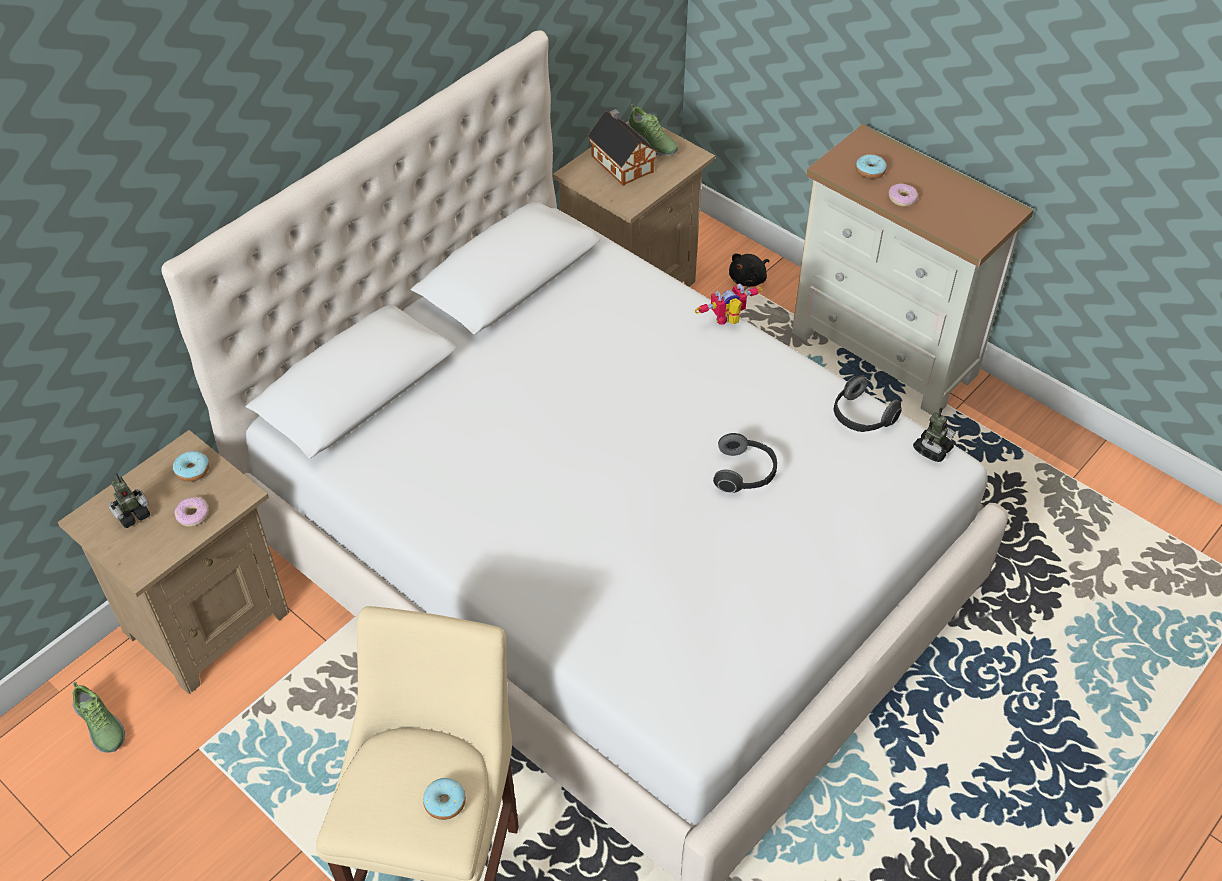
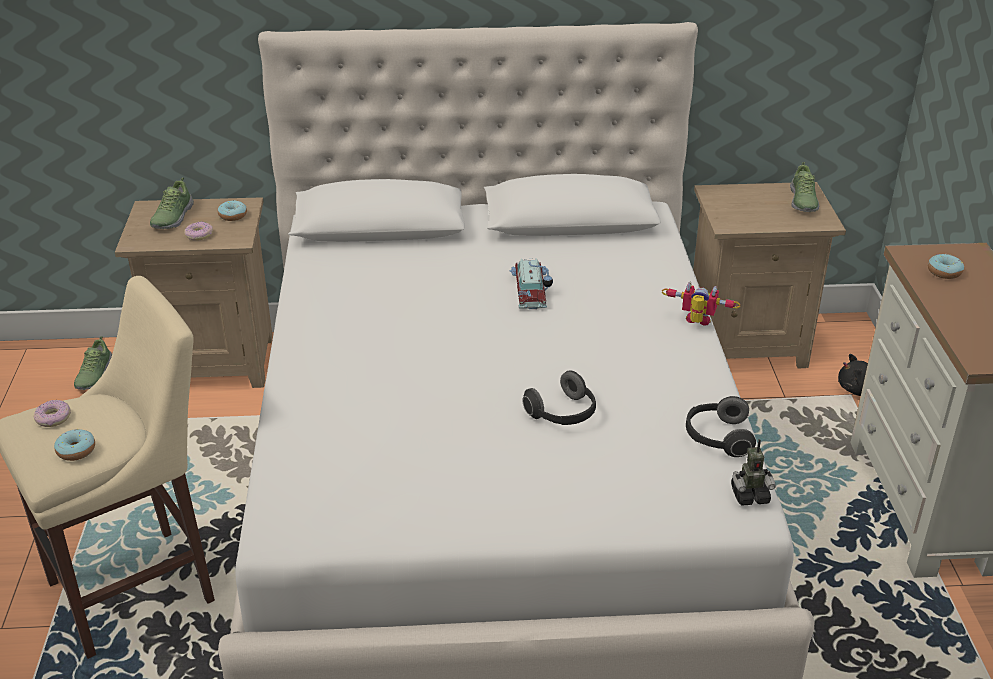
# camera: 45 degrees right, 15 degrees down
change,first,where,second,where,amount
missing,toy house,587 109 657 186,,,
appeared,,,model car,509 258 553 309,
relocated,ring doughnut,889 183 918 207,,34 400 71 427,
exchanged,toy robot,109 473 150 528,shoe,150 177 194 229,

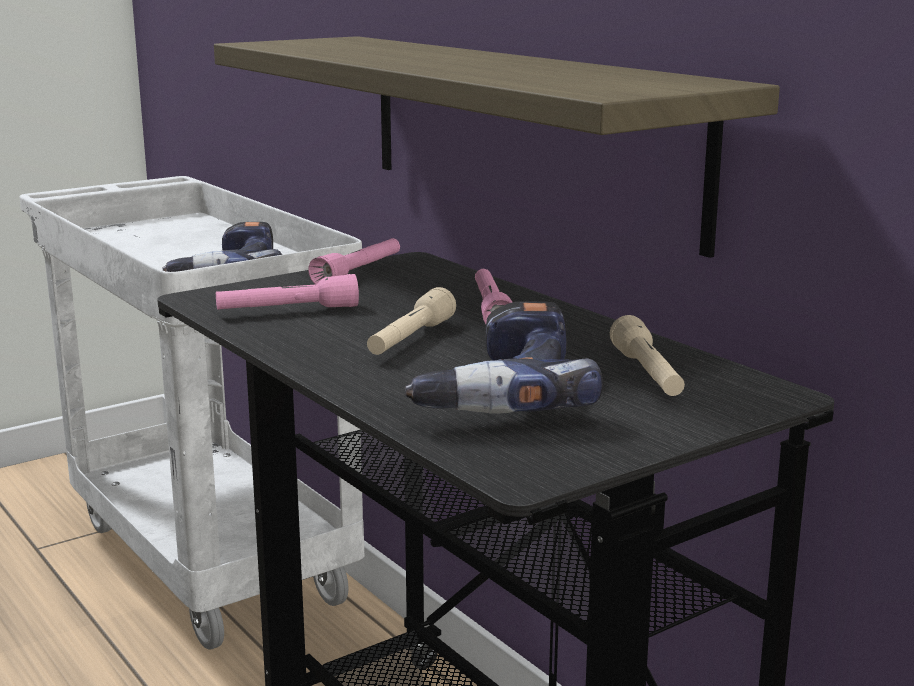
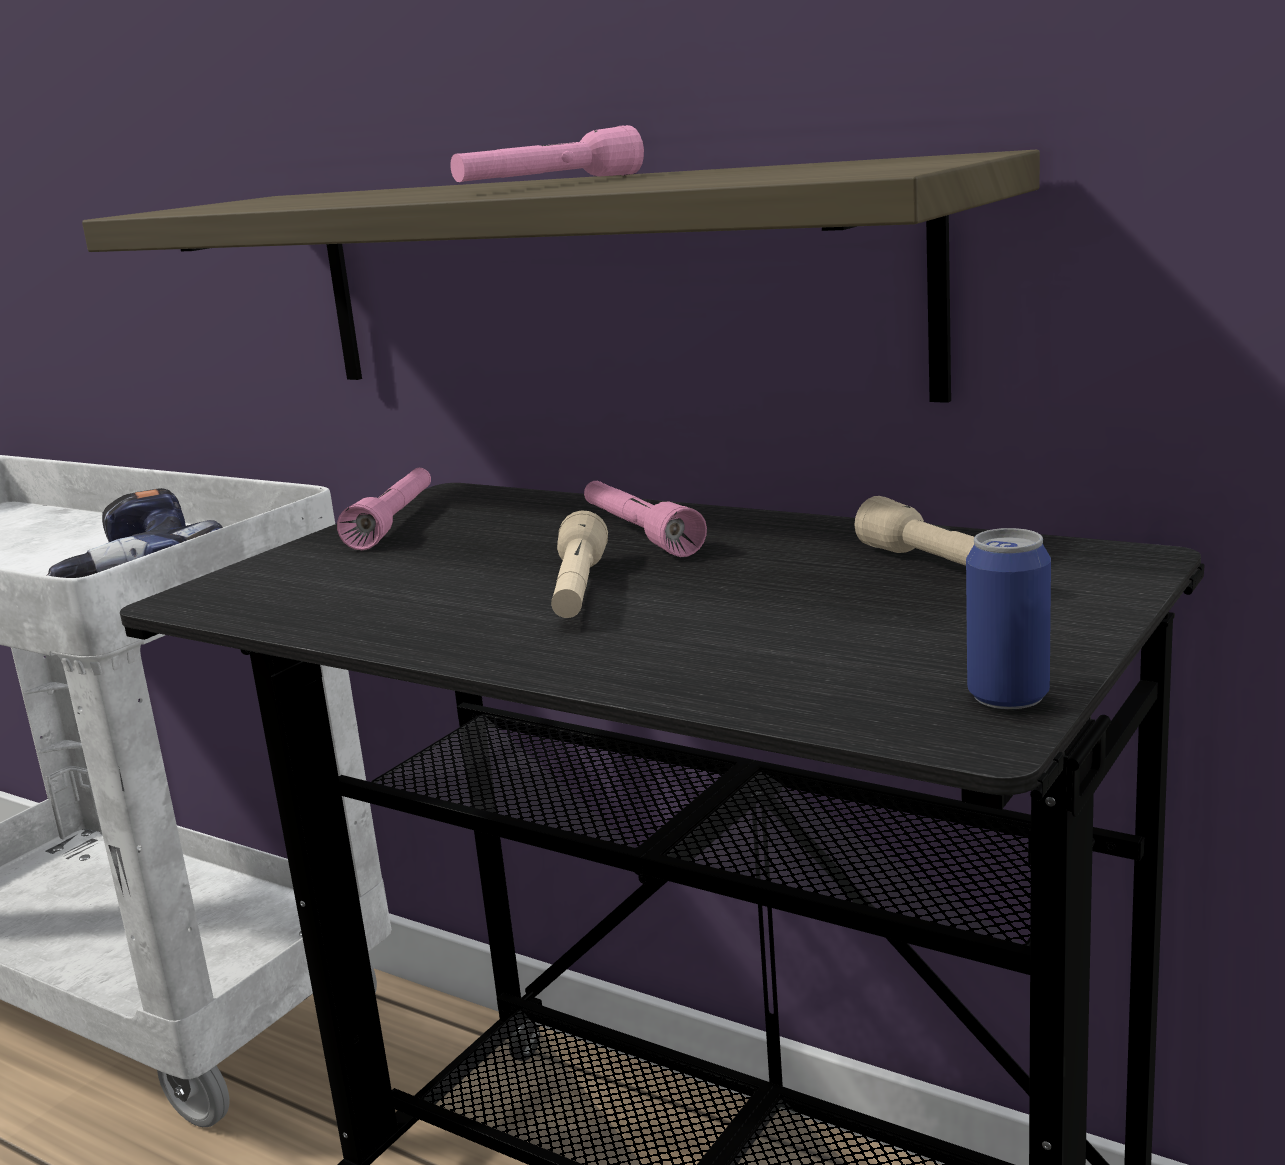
# camera: 20 degrees left, 0 degrees up
change,first,where,second,where,amount
missing,drill,405 302 603 414,,,
appeared,,,metal can,966 528 1051 709,
relocated,pink torch,216 274 359 310,,450 125 644 182,

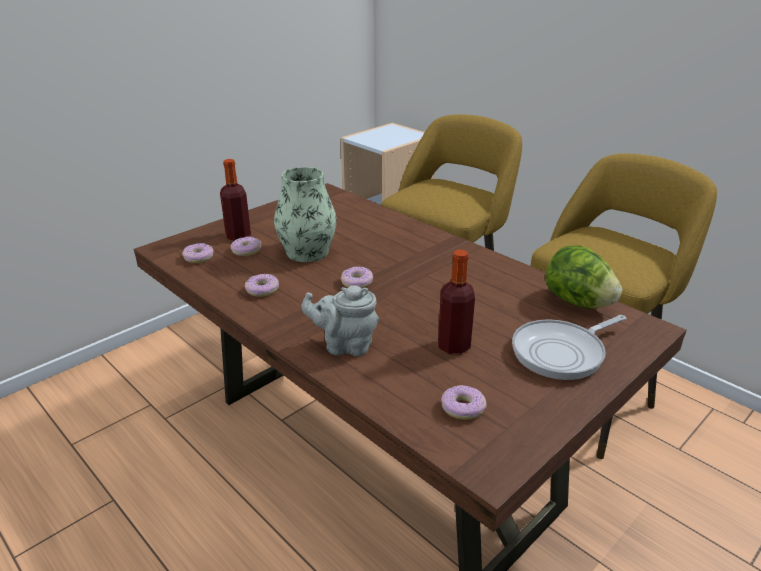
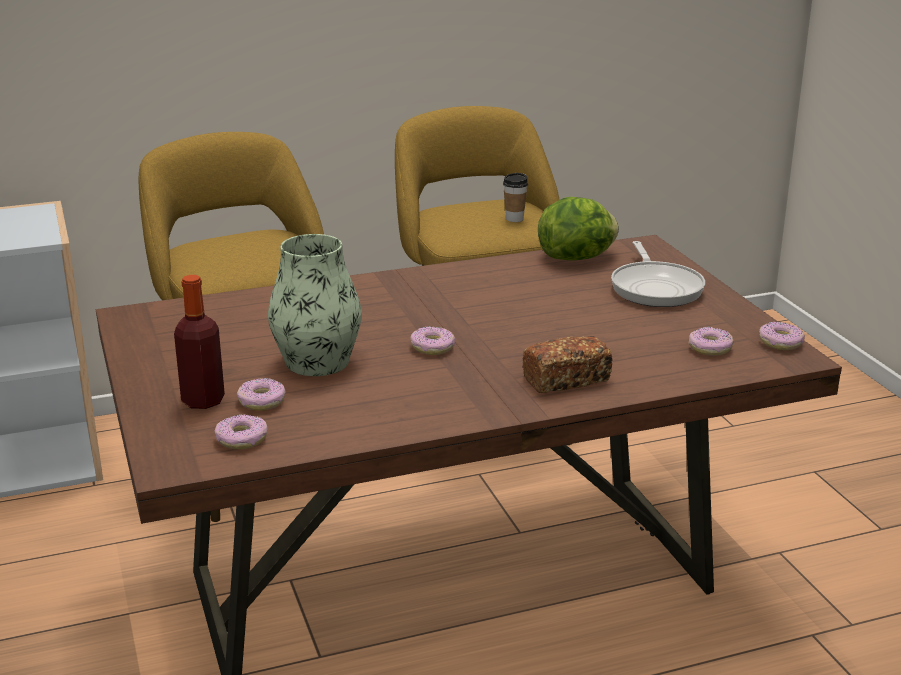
# camera: 65 degrees left, 5 degrees down
change,first,where,second,where,amount
missing,beverage bottle,438 250 475 354,,,
appeared,,,cup,503 173 528 222,
relocated,ring doughnut,245 274 279 297,,759 322 805 350,
exchanged,gray tea pot,301 285 379 356,bread,522 336 612 393,

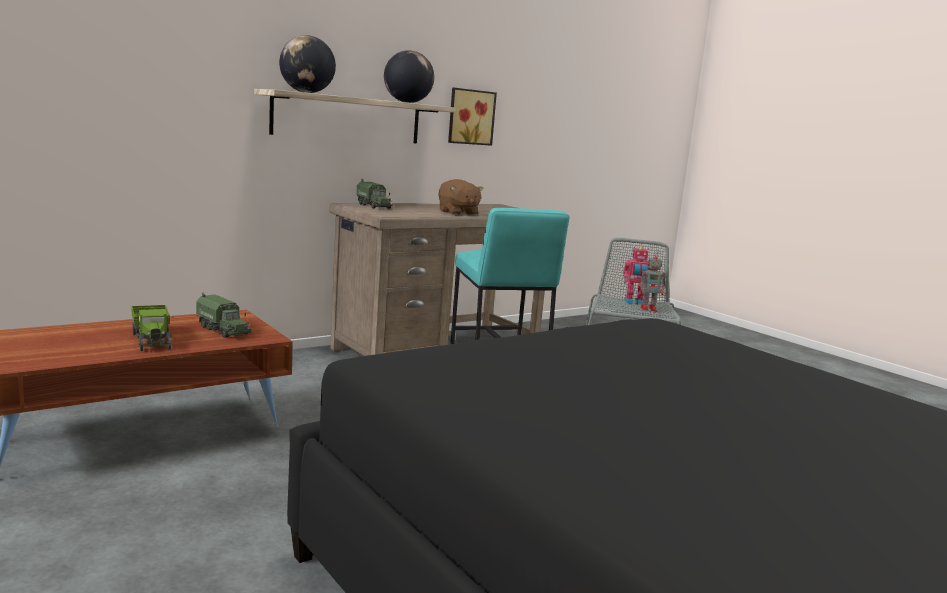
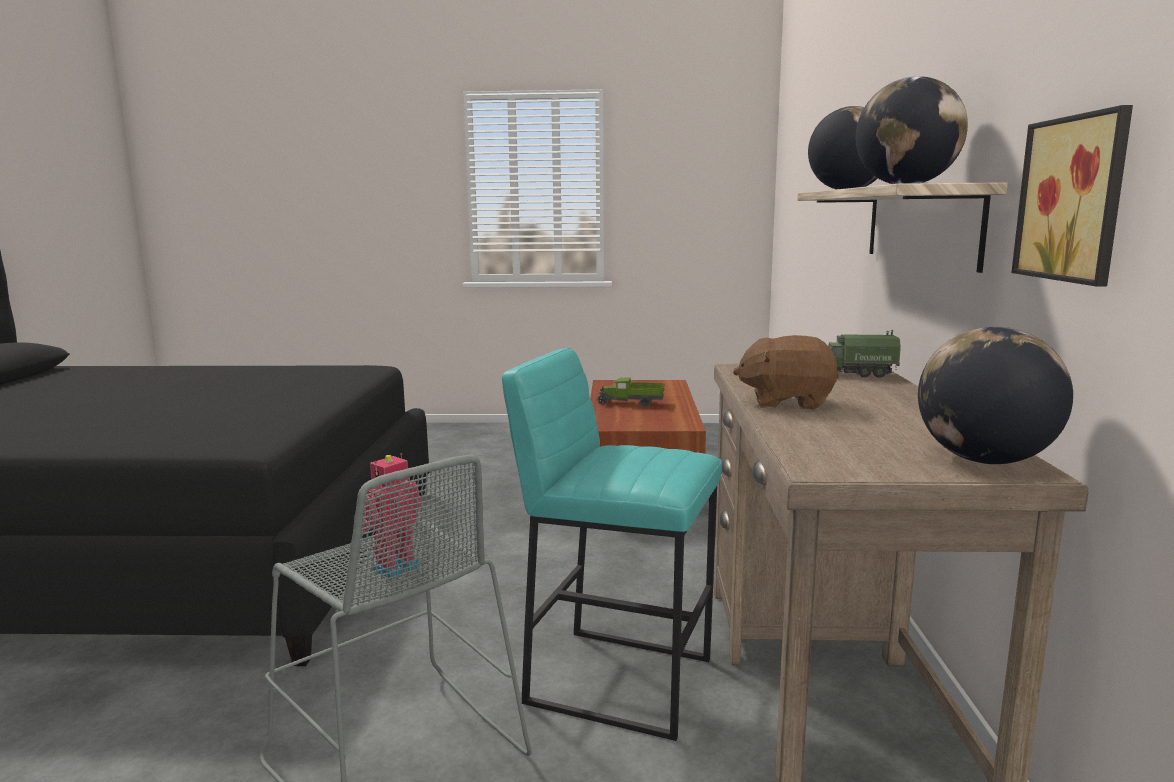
# camera: 130 degrees right, 0 degrees up
change,first,where,second,where,amount
missing,model truck,196 293 252 338,,,
missing,toy robot,640 251 666 311,,,
appeared,,,globe,918 327 1073 464,

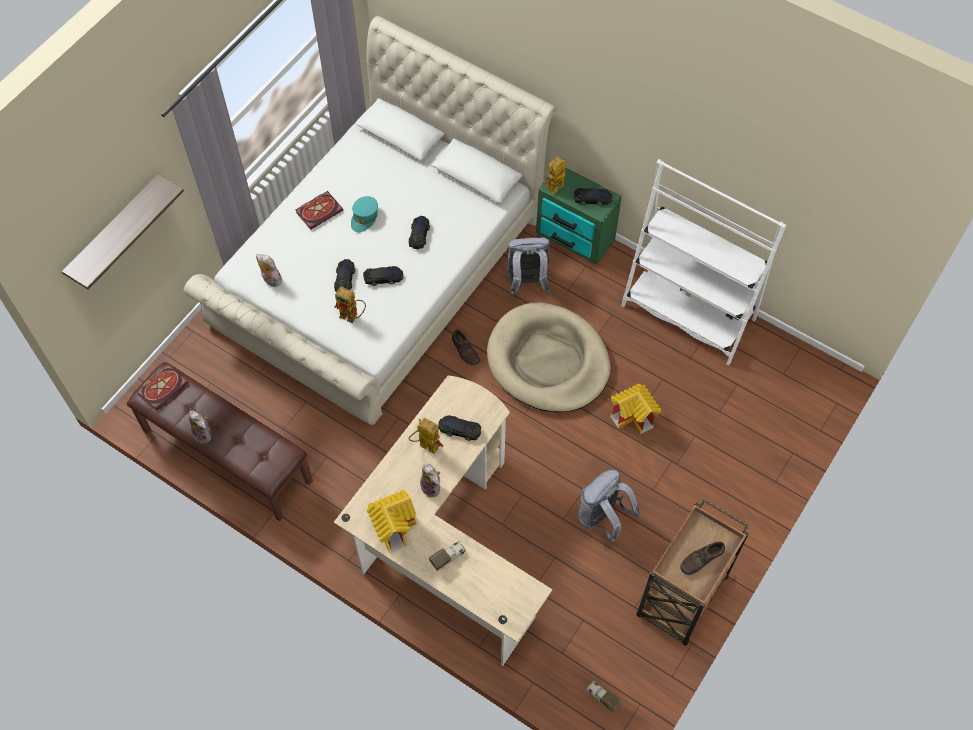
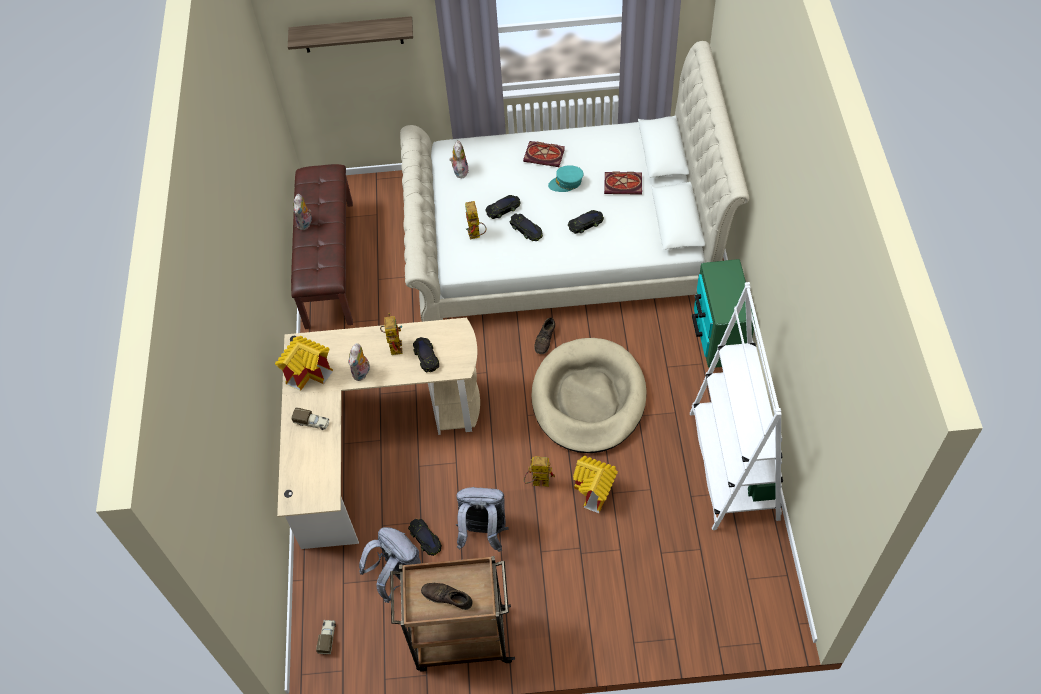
# camera: 55 degrees right, 5 degrees down
change,first,where,second,where,amount
relocated,bound book,136 364 189 411,,604 172 642 195,
relocated,gray rucksack,505 238 552 296,,359 527 421 603,
relocated,toy robot,543 156 567 194,,523 456 555 487,
relocated,black model car,574 188 612 206,,408 519 442 556,

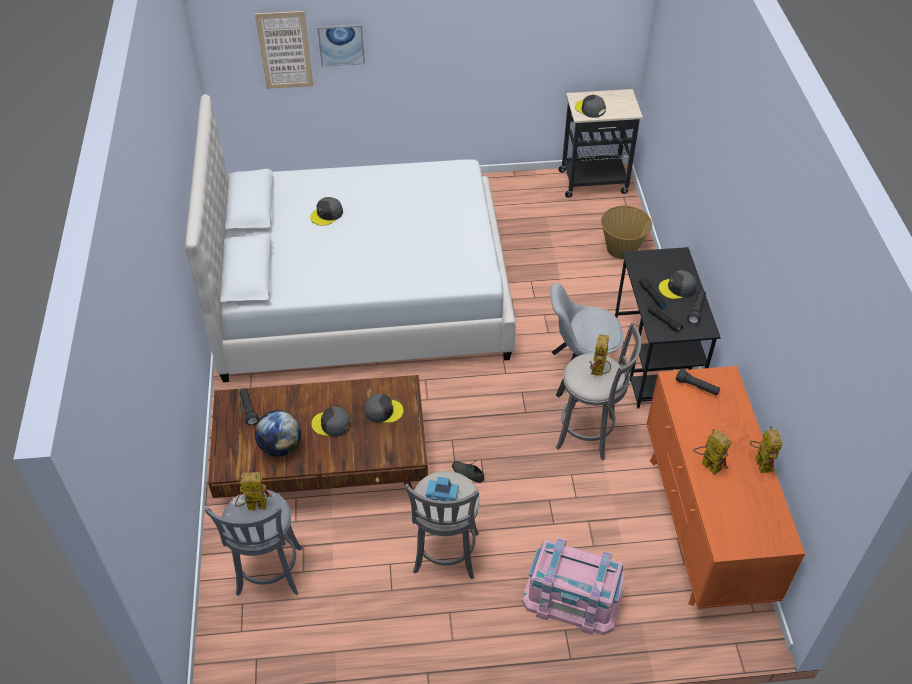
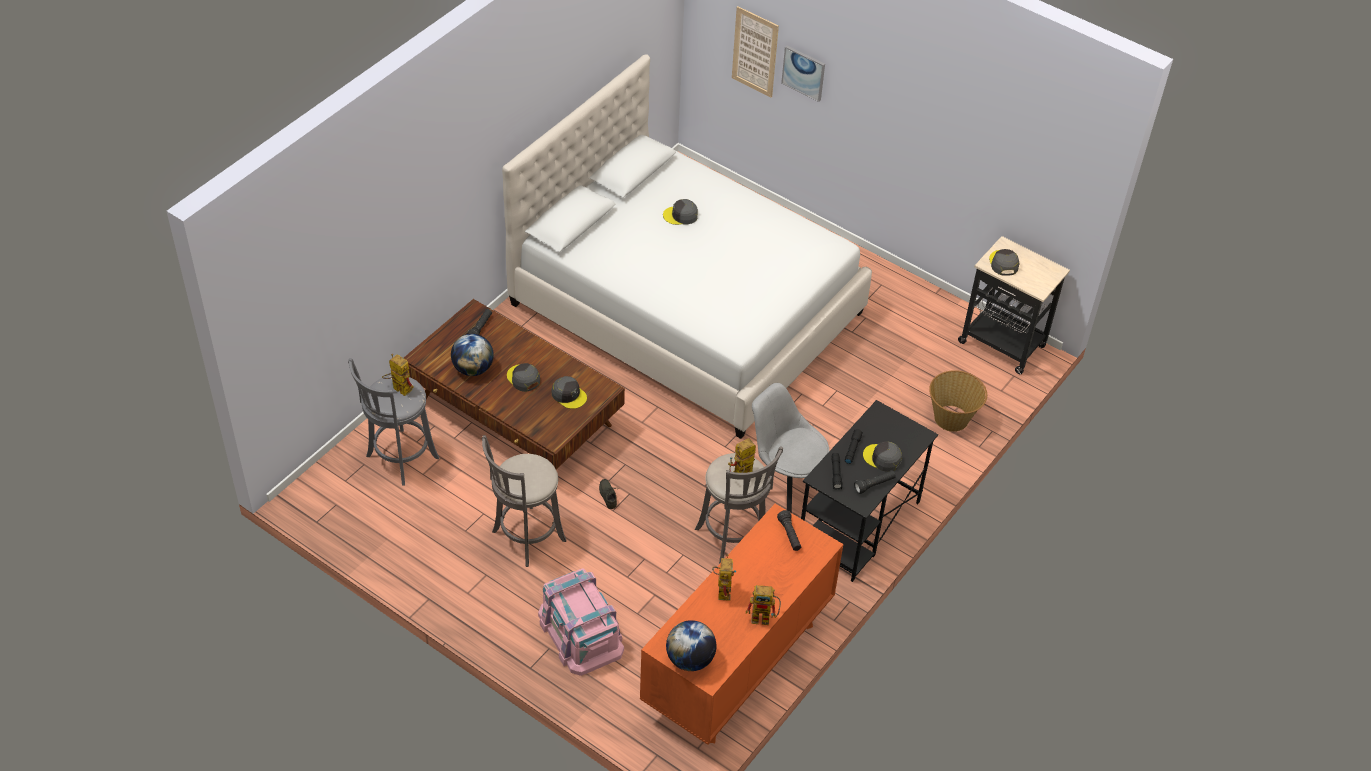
# camera: 40 degrees right, 0 degrees up
change,first,where,second,where,amount
missing,blue model car,425 477 459 501,,,
appeared,,,globe,666 620 716 671,
spun,toy robot,750 426 782 473,,746 585 781 625,60 degrees clockwise

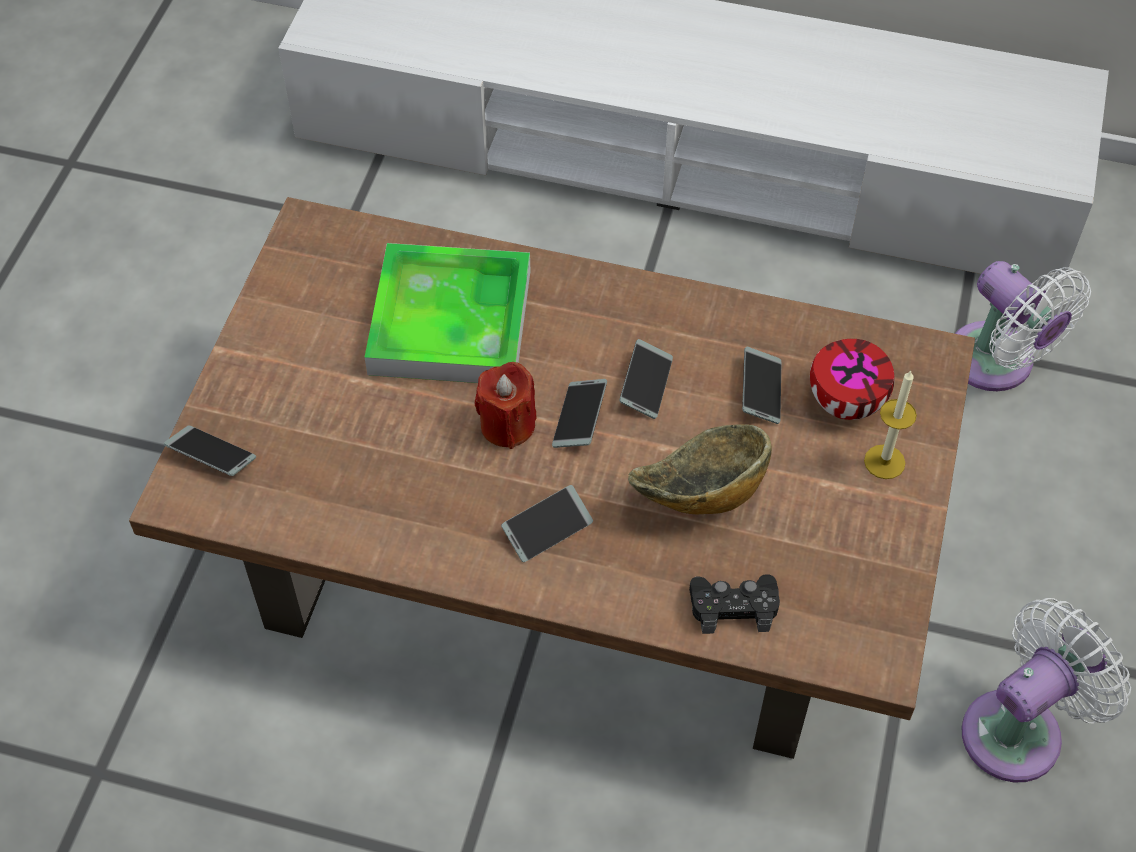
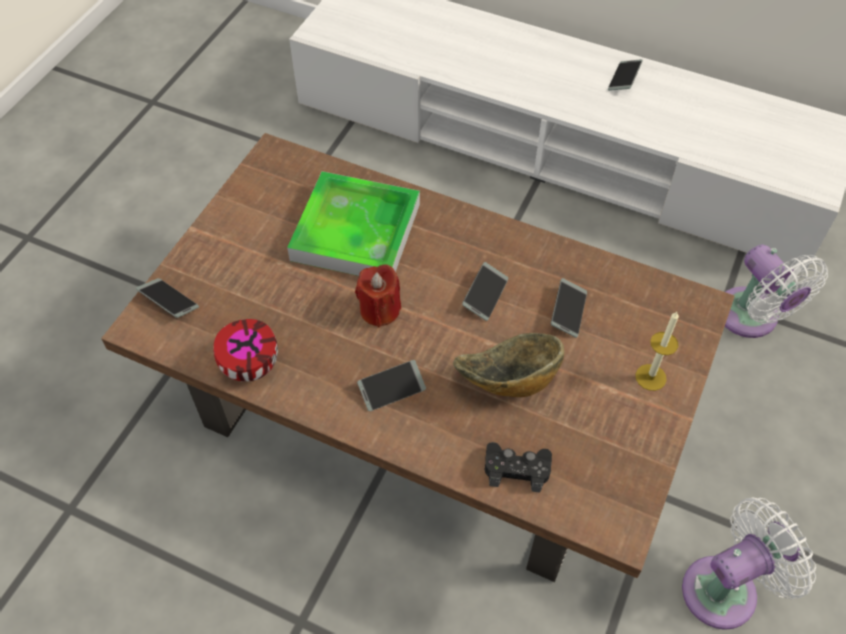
# camera: 10 degrees right, 0 degrees up
change,first,where,second,where,amount
relocated,phone,552 379 607 448,,608 59 642 91,
relocated,bowl,810 339 895 420,,213 319 278 382,

